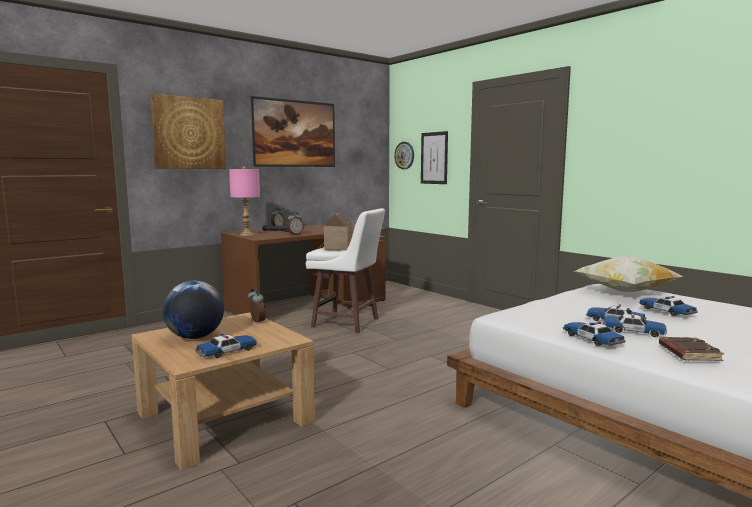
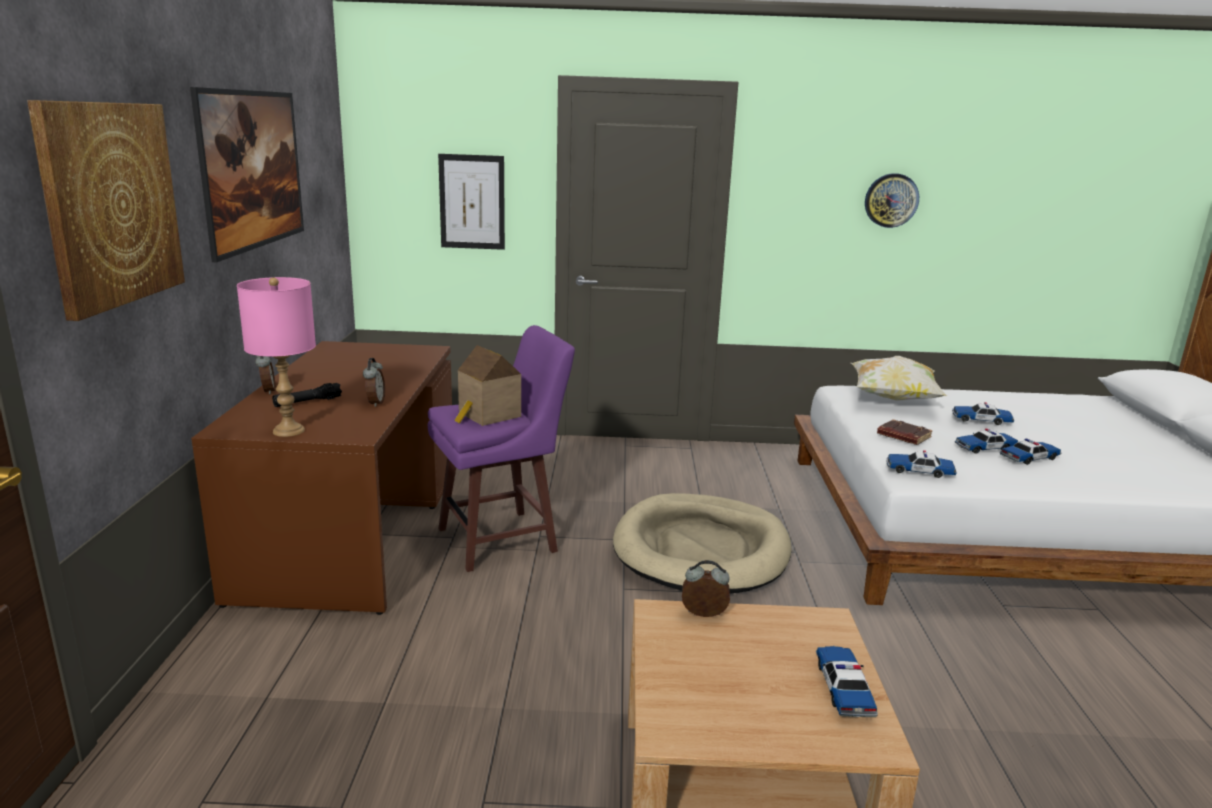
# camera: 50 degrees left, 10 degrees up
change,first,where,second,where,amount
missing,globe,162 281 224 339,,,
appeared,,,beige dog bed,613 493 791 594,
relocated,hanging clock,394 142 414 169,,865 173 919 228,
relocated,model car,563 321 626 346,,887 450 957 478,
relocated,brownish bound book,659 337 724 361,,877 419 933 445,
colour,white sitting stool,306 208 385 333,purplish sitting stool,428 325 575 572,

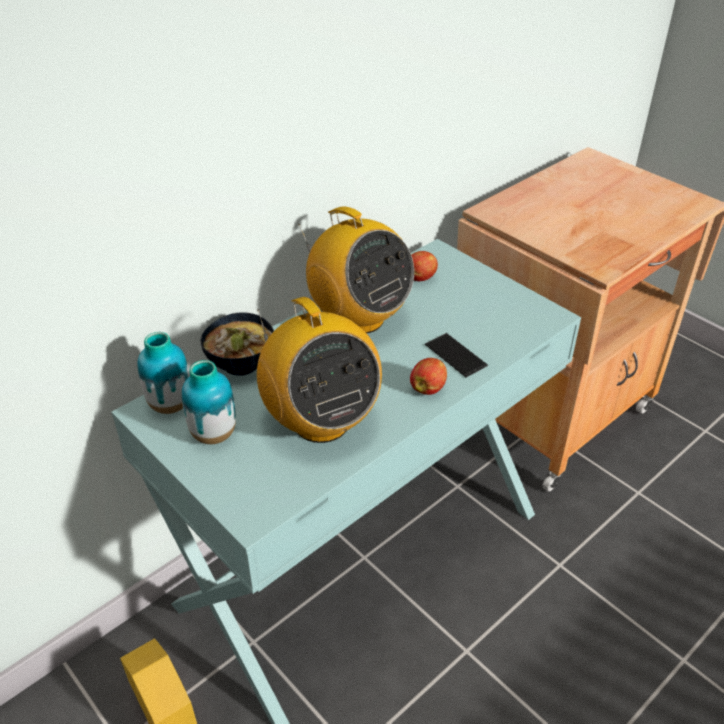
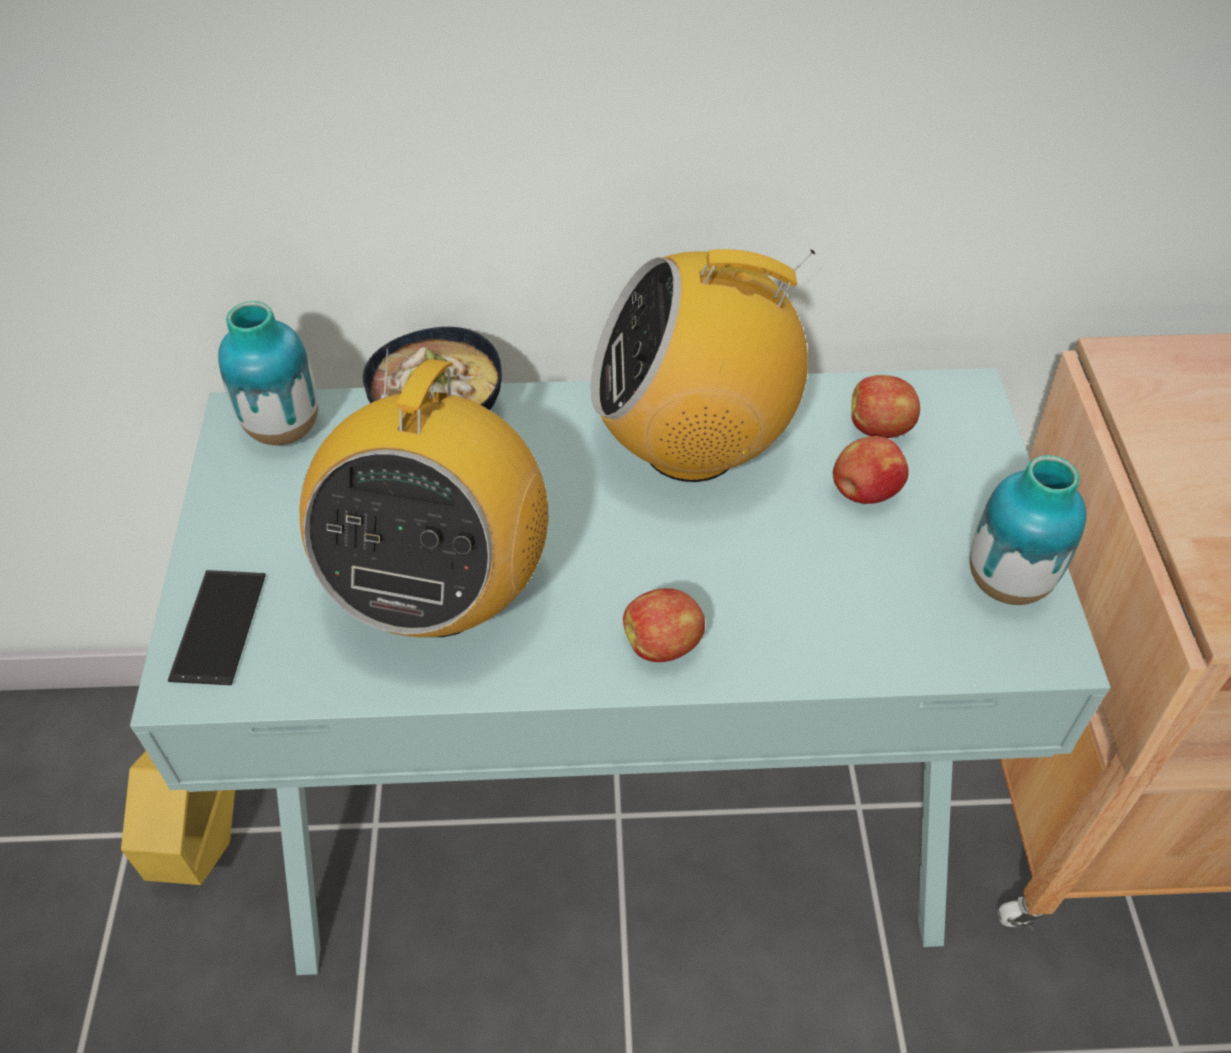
# camera: 40 degrees right, 10 degrees up
change,first,where,second,where,amount
appeared,,,apple fruit,833 436 909 504,
relocated,vase,182 360 236 444,,970 455 1086 605,
relocated,phone,425 333 488 377,,168 570 266 686,
spun,radio set,299 207 414 333,,591 249 815 482,90 degrees clockwise

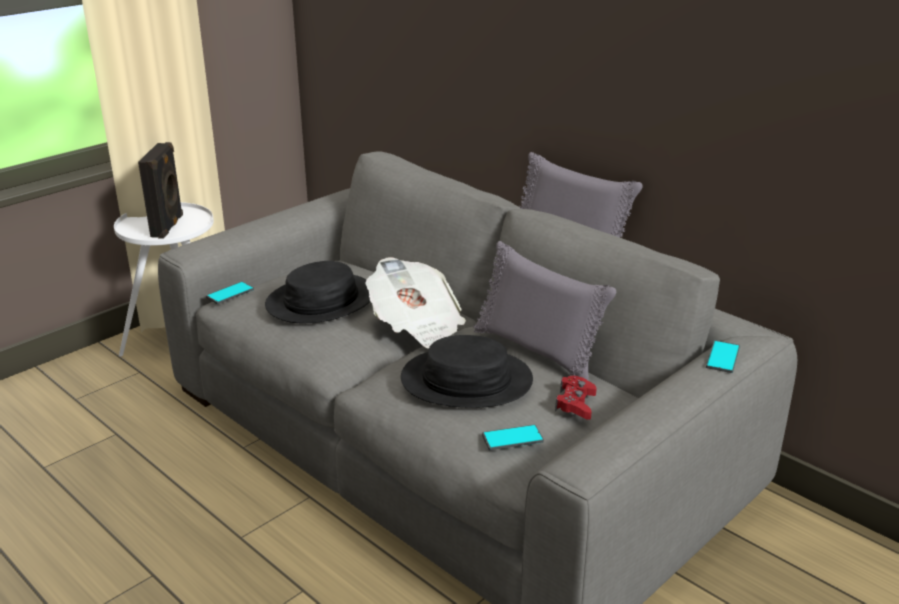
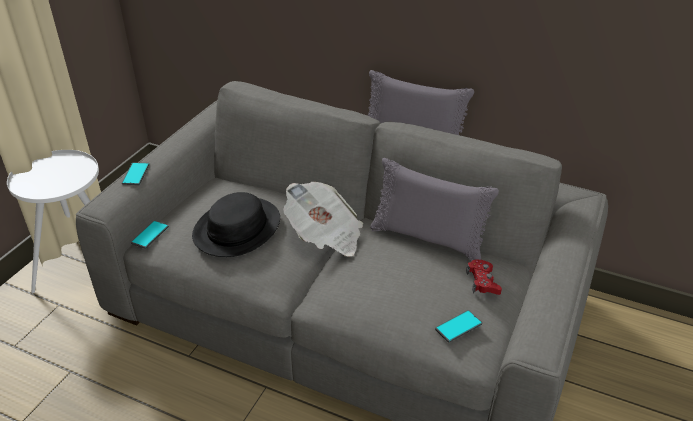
# camera: 20 degrees left, 10 degrees up
change,first,where,second,where,amount
missing,black speaker,138 142 183 239,,,
missing,black clothing hat,401 335 533 408,,,
relocated,phone,706 340 740 373,,122 162 149 185,

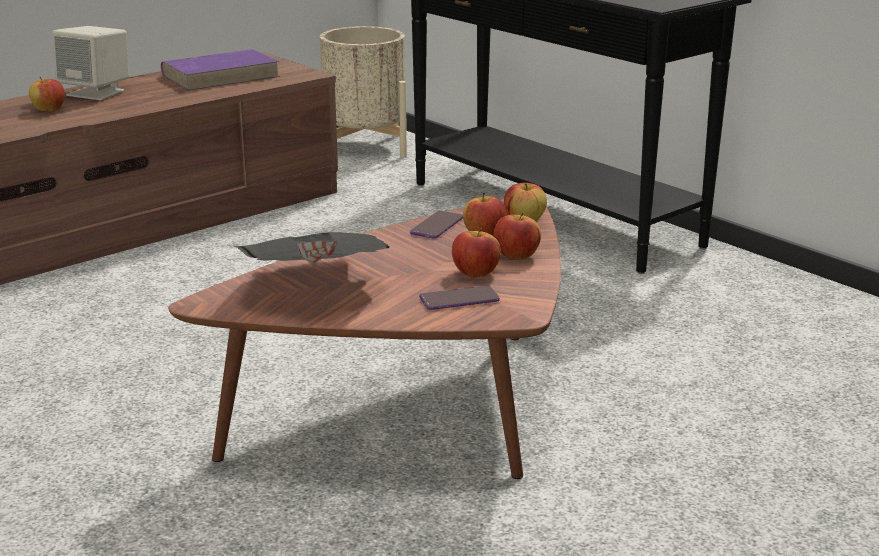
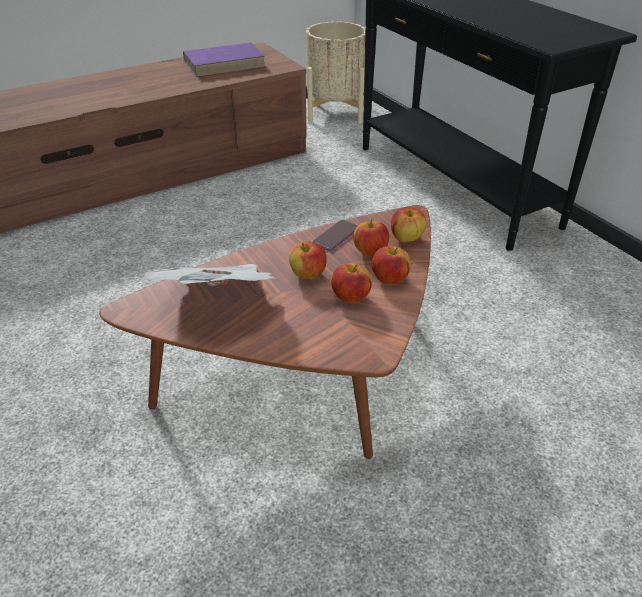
# camera: 10 degrees right, 15 degrees up
change,first,where,second,where,amount
missing,beige speaker,52 26 129 100,,,
missing,phone,419 285 500 310,,,
relocated,apple fruit,29 77 65 112,,289 242 327 279,

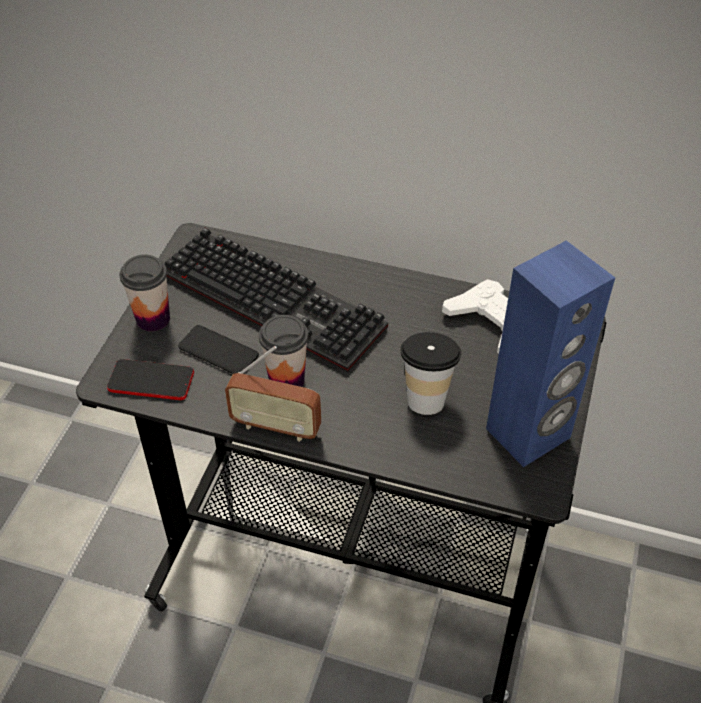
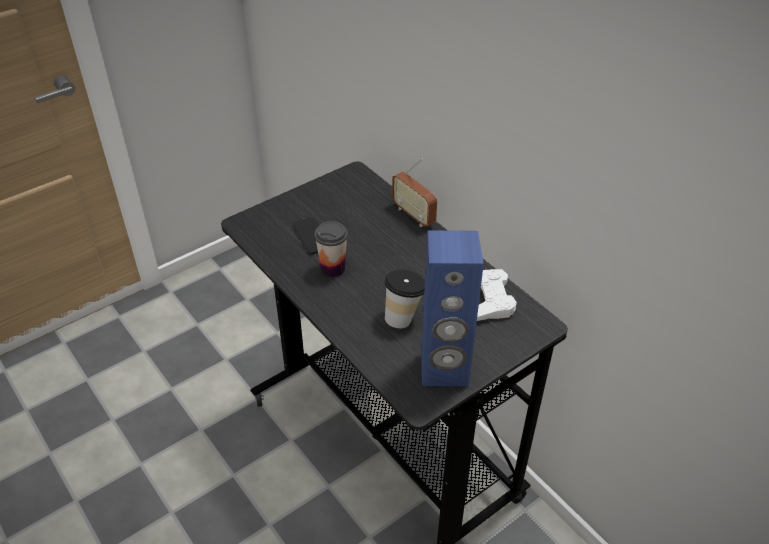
# camera: 35 degrees right, 5 degrees down
change,first,where,second,where,amount
missing,phone,107 359 194 400,,,
missing,cup,120 254 170 331,,,
missing,keyboard,165 227 388 373,,,
relocated,radio set,225 346 321 442,,392 158 437 227,

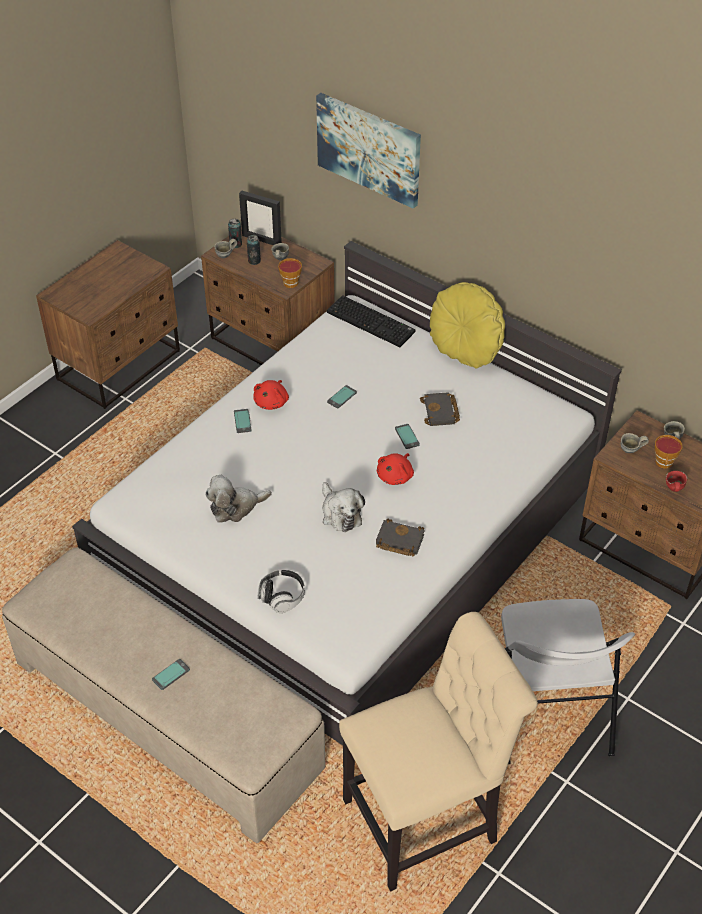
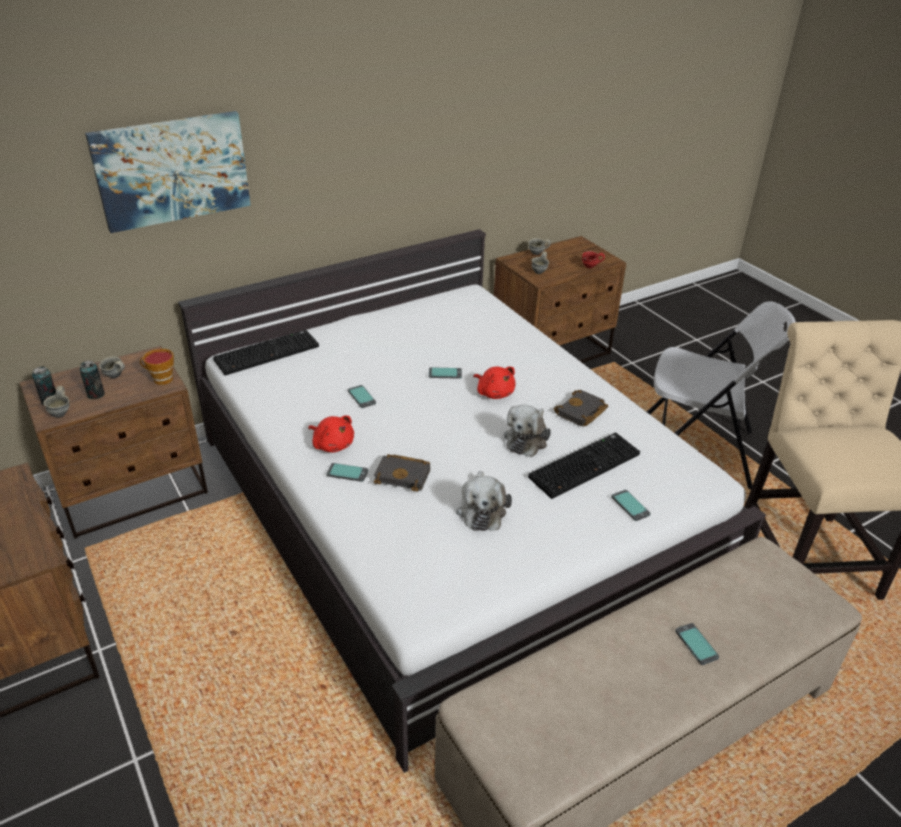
# camera: 70 degrees left, 10 degrees down
change,first,where,second,where,amount
missing,picture frame,239 191 282 245,,,
missing,yellowish throw pillow,430 282 505 369,,,
missing,cup,655 435 683 469,,,
appeared,,,keyboard,528 433 640 499,
relocated,black bound book,420 392 460 426,,374 454 430 492,
exchanged,pair of headphones,258 569 305 613,phone,611 490 651 521,
spun,cuddly toy,322 482 365 532,,504 404 551 457,120 degrees clockwise

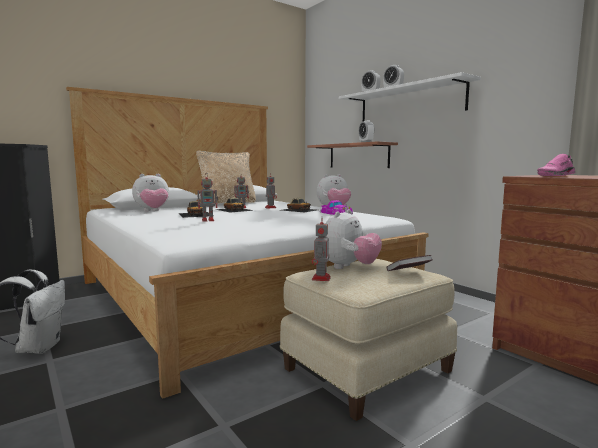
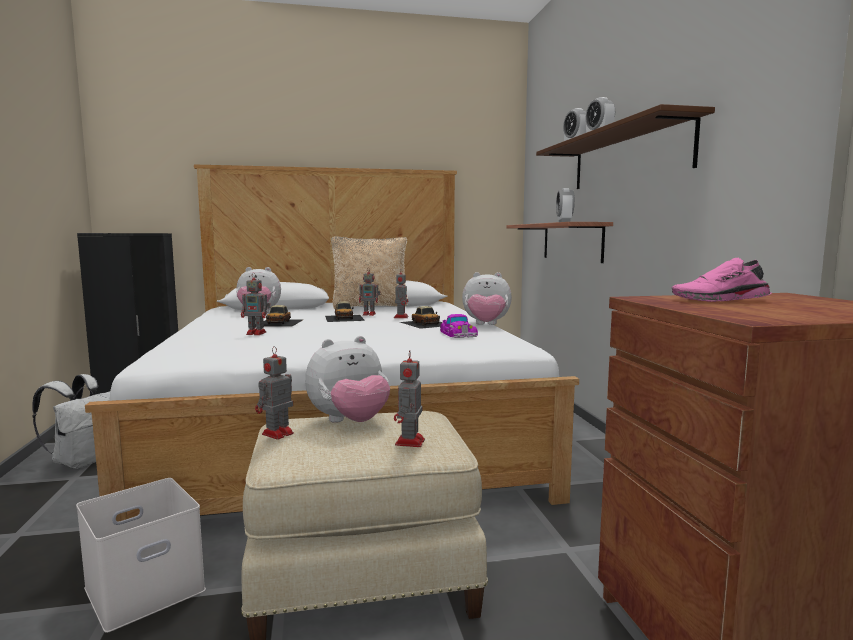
# camera: 25 degrees right, 0 degrees up
change,first,where,second,where,amount
appeared,,,white storage box,76 478 206 633,
exchanged,bound book,386 255 433 271,toy robot,394 350 425 447,
colour,white shelf,339 72 481 122,brownish shelf,536 104 715 189,

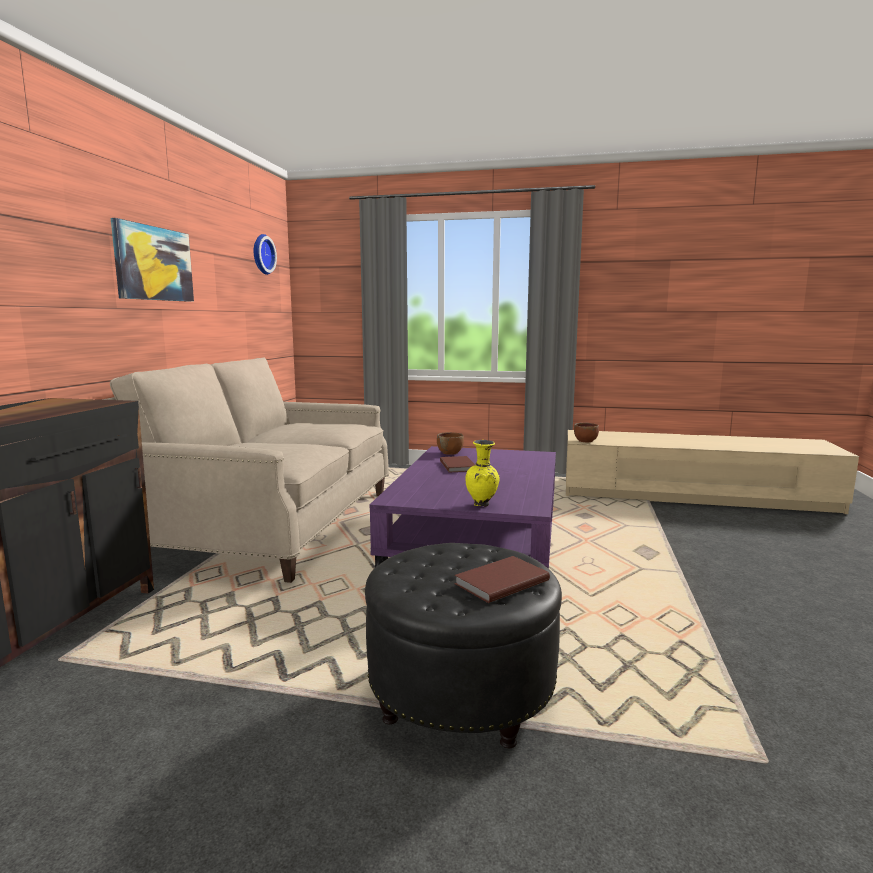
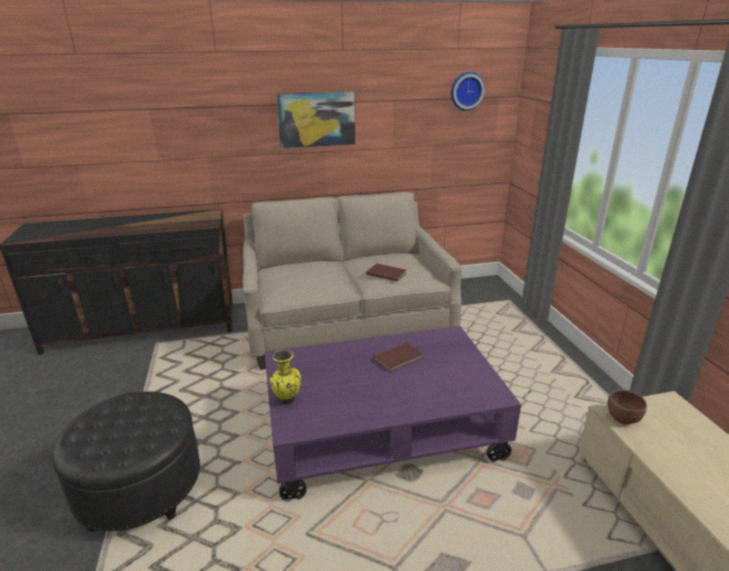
# camera: 65 degrees right, 15 degrees up
change,first,where,second,where,amount
missing,brownish bowl,437 432 464 455,,,
relocated,brownish bound book,455 556 550 603,,366 263 406 282,

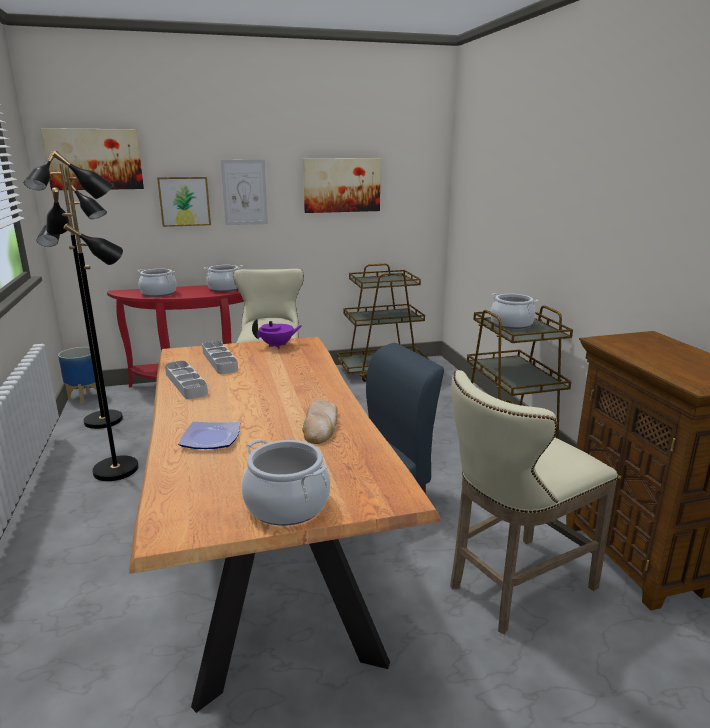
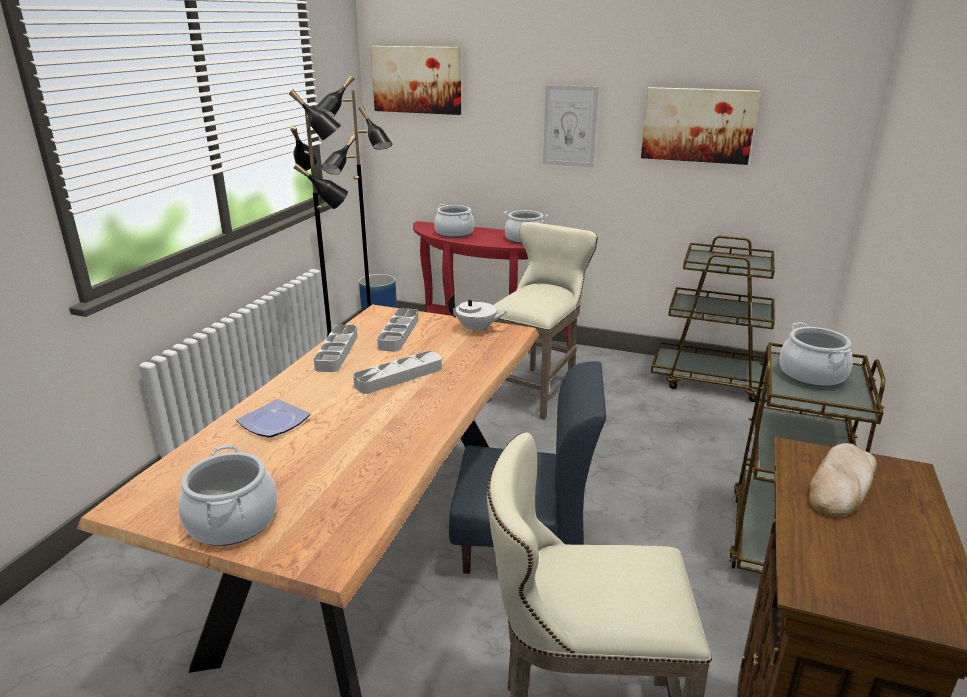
# camera: 35 degrees right, 5 degrees up
change,first,where,second,where,amount
missing,picture,157 177 211 227,,,
appeared,,,gray serving tray,353 351 442 394,
relocated,bread,303 399 337 444,,809 443 877 517,
colour,purplish tea pot,252 319 302 349,white tea pot,448 294 508 334,

